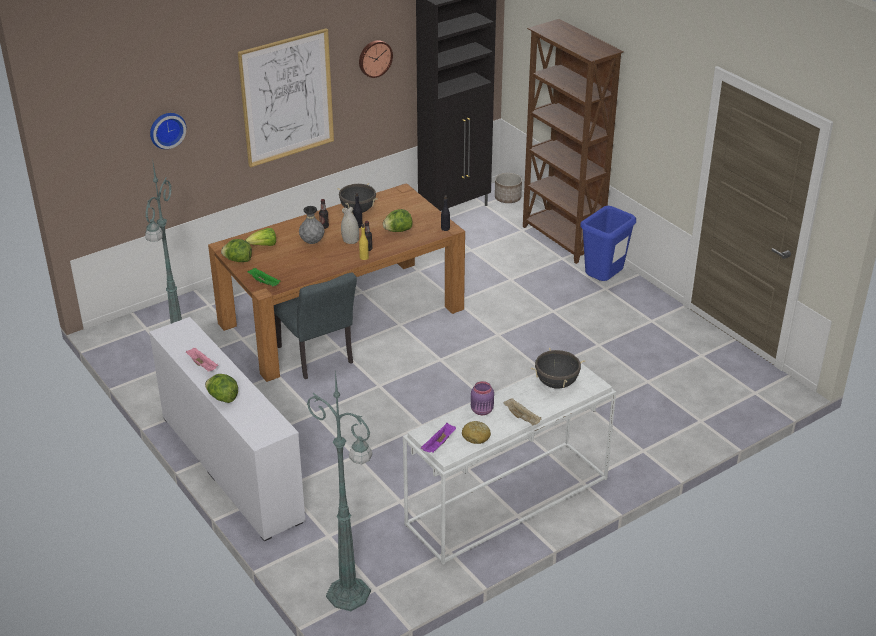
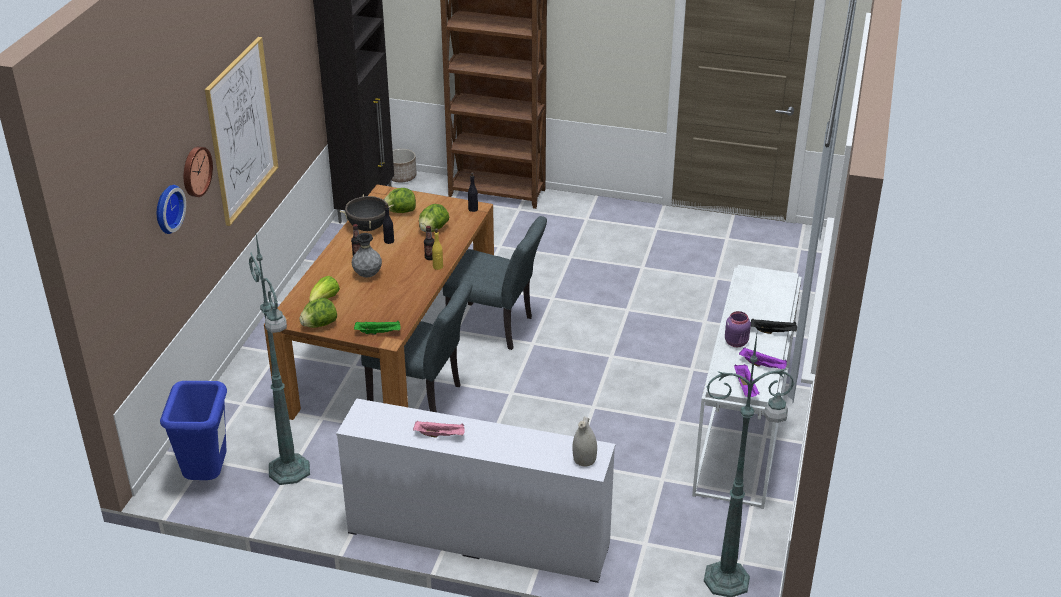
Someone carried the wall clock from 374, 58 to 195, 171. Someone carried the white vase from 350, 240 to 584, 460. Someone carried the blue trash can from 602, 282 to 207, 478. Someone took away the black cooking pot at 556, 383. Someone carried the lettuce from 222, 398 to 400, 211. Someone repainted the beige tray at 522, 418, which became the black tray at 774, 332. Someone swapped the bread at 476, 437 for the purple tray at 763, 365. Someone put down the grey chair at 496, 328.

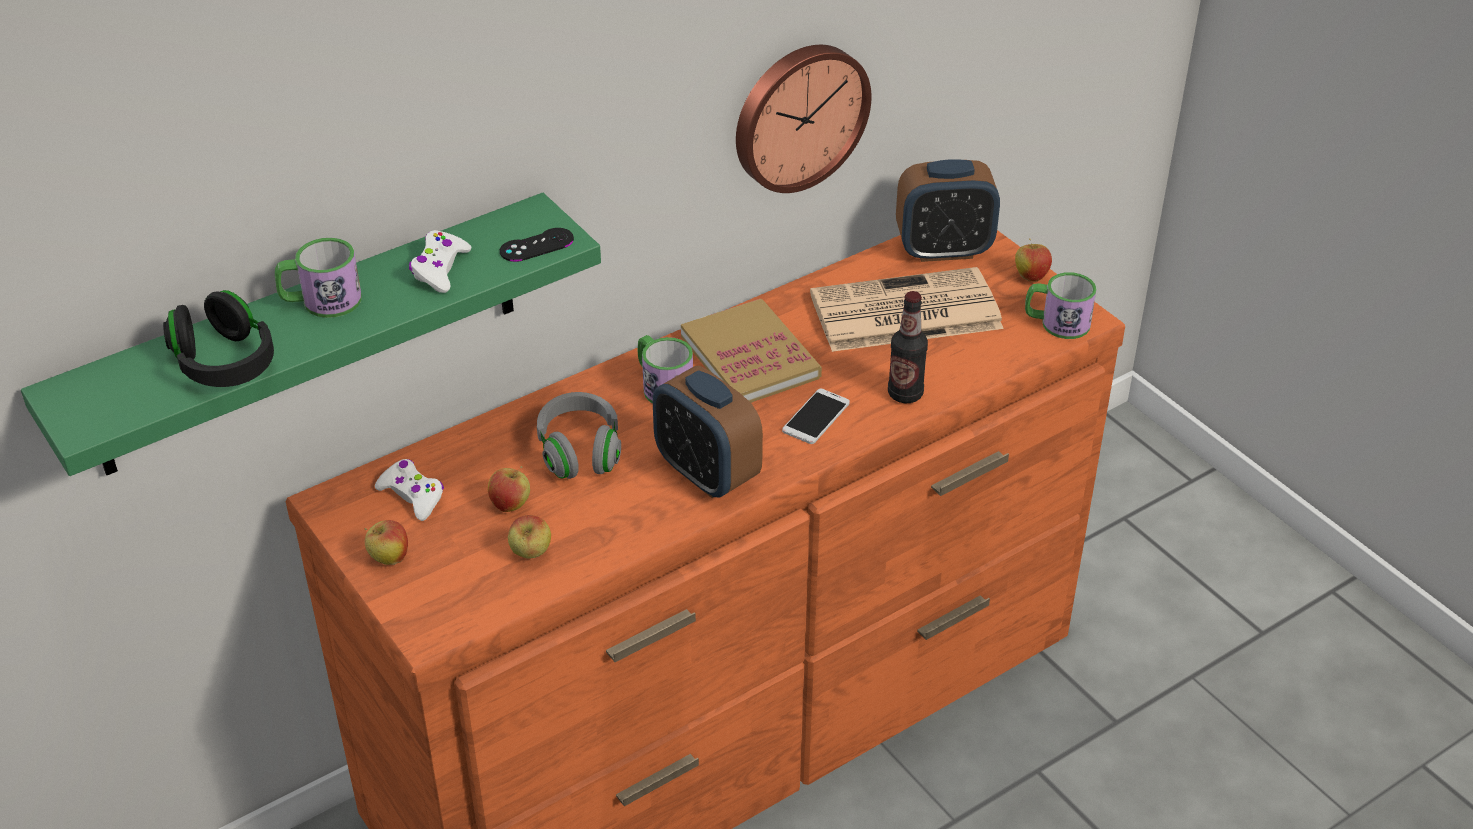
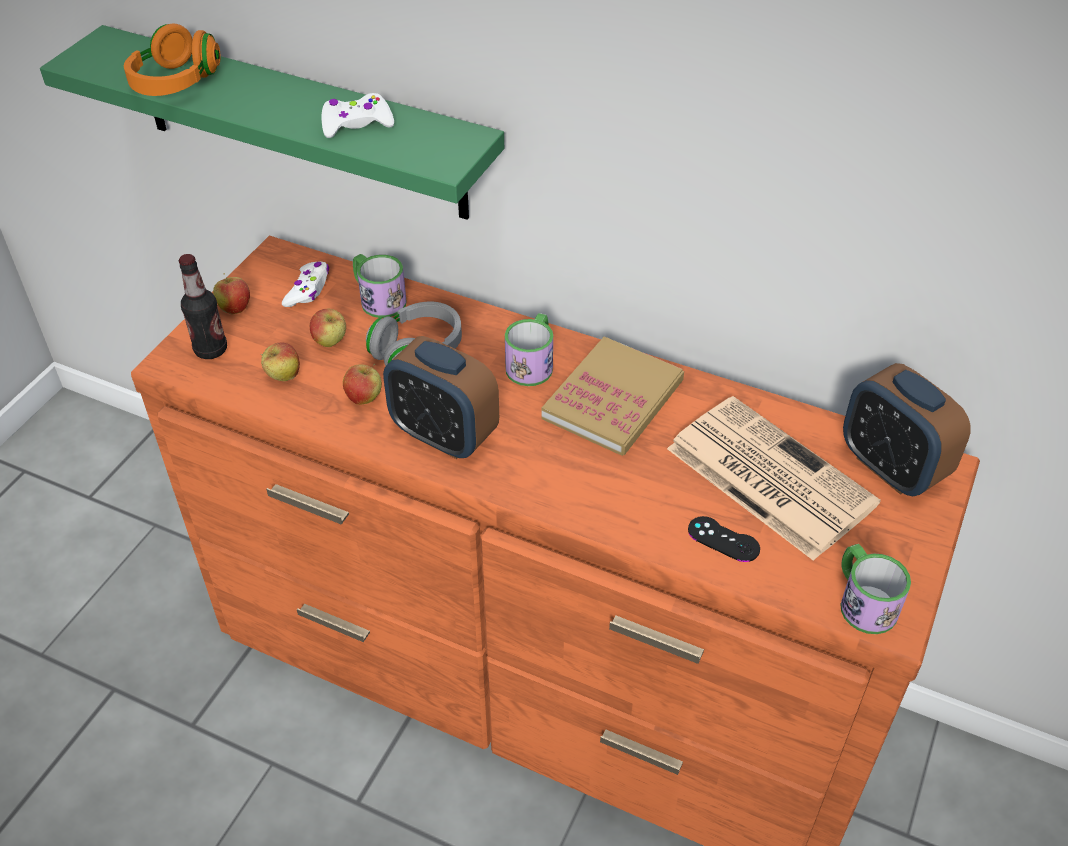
Someone took away the wall clock at 798, 115. Someone carried the black game controller from 536, 245 to 723, 539. Someone carried the mug from 321, 301 to 378, 299. Someone carried the apple from 1031, 276 to 364, 398. Someone repainted the black headphones at 224, 363, which became the orange headphones at 175, 83. Someone carried the bottle from 905, 394 to 211, 350. Someone rotated the alarm clock at 707, 473 by 75 degrees counterclockwise. Someone took away the phone at 816, 417.

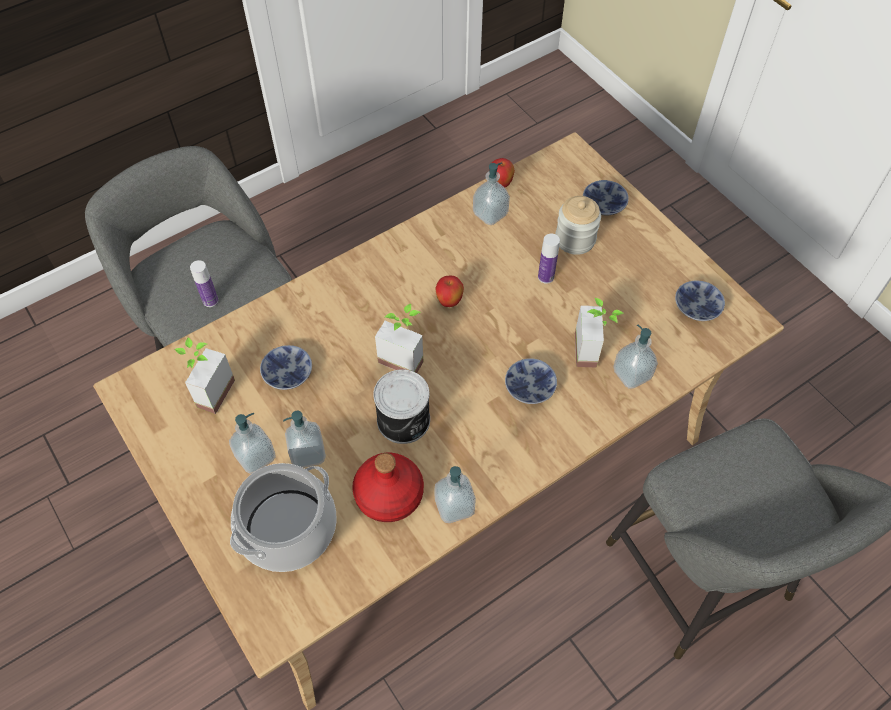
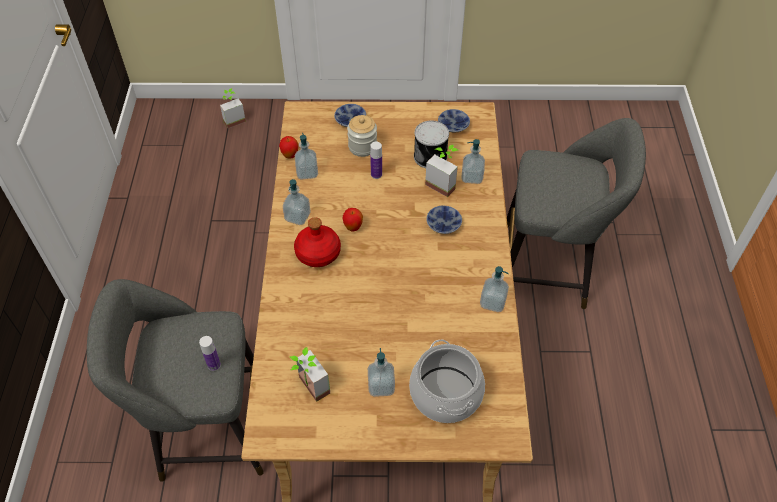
Someone carried the potted plant from 404, 355 to 233, 119. Someone took away the bowl at 286, 374. Someone carried the can from 404, 421 to 431, 156. Someone carried the soap dispenser from 307, 453 to 297, 217. Someone carried the red bottle from 389, 493 to 317, 253.

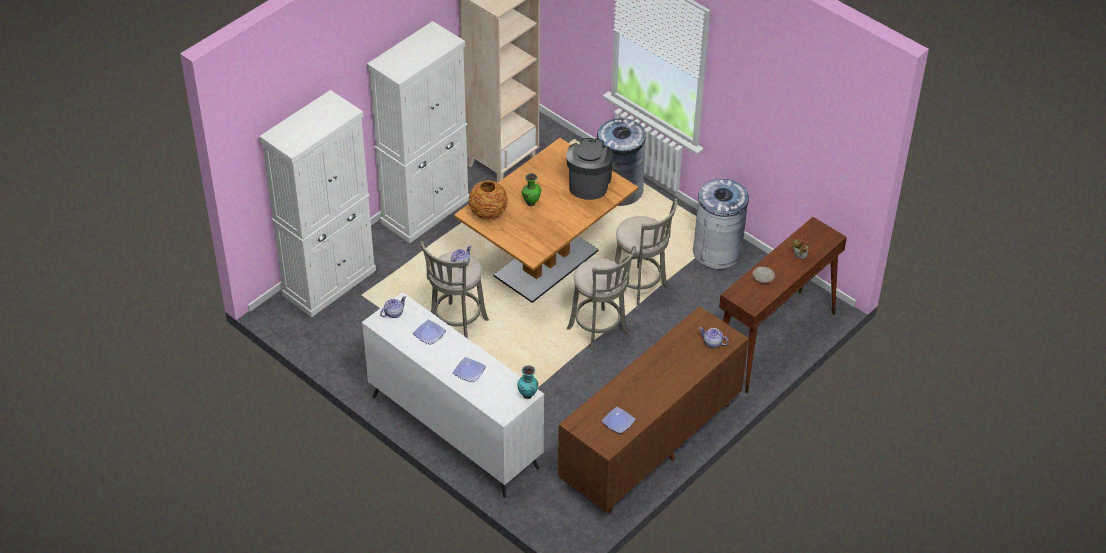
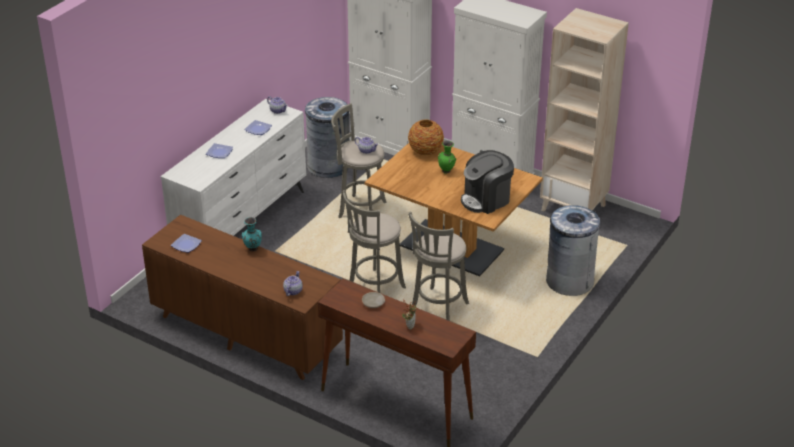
Someone rotated the coffee machine at 588, 183 by 150 degrees clockwise. Someone carried the grey trash can from 717, 252 to 328, 166. Someone carried the turquoise vase from 528, 396 to 252, 249.

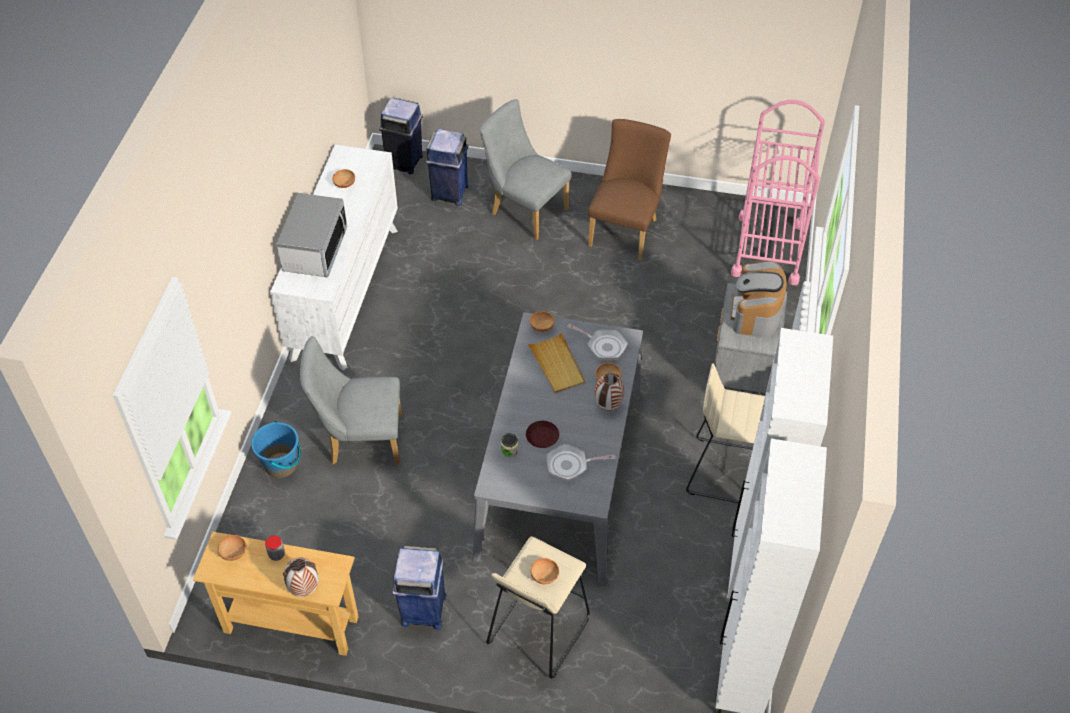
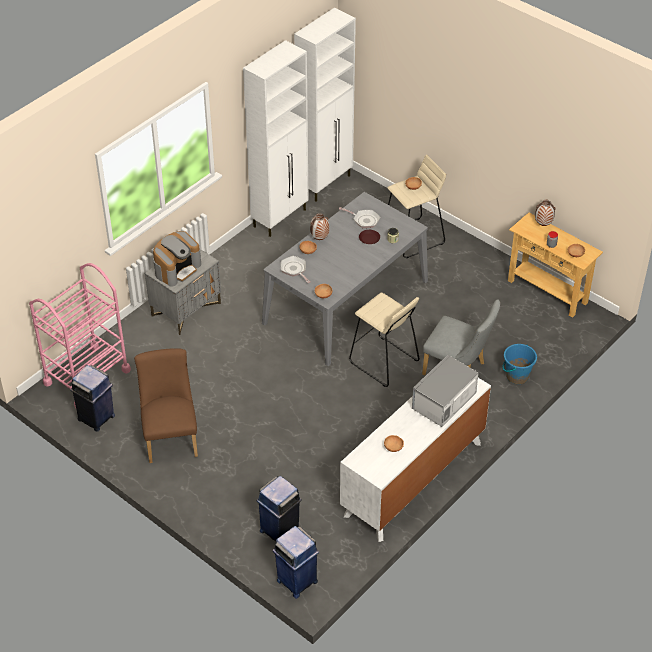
Someone took away the grey chair at 524, 210. Someone rotated the brown chair at 625, 229 by 120 degrees clockwise. Someone took away the beige tray at 557, 365. Someone carried the beige stool from 726, 471 to 384, 362. Someone carried the blue trash can from 423, 610 to 96, 418.

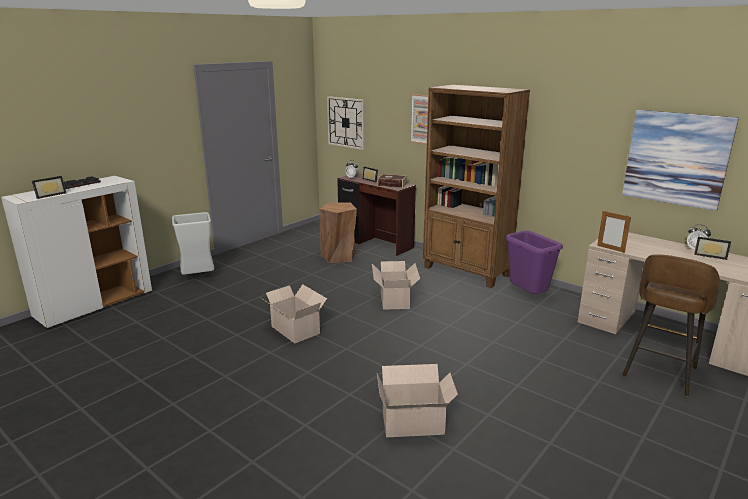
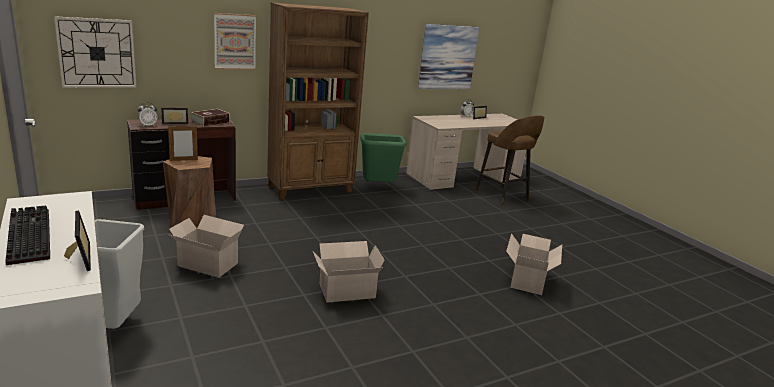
Someone carried the picture frame from 610, 249 to 183, 160. Someone repainted the purple trash can at 527, 296, which became the green trash can at 378, 187. Someone carried the cardboard box from 394, 299 to 207, 264.

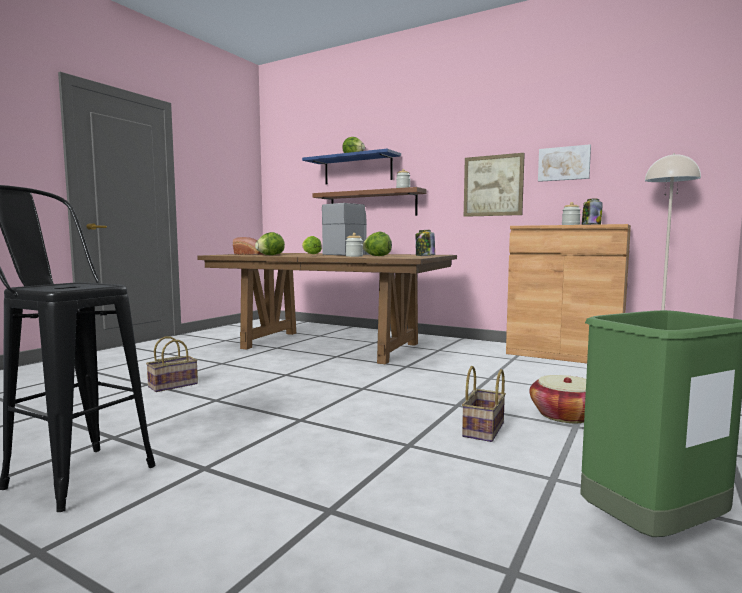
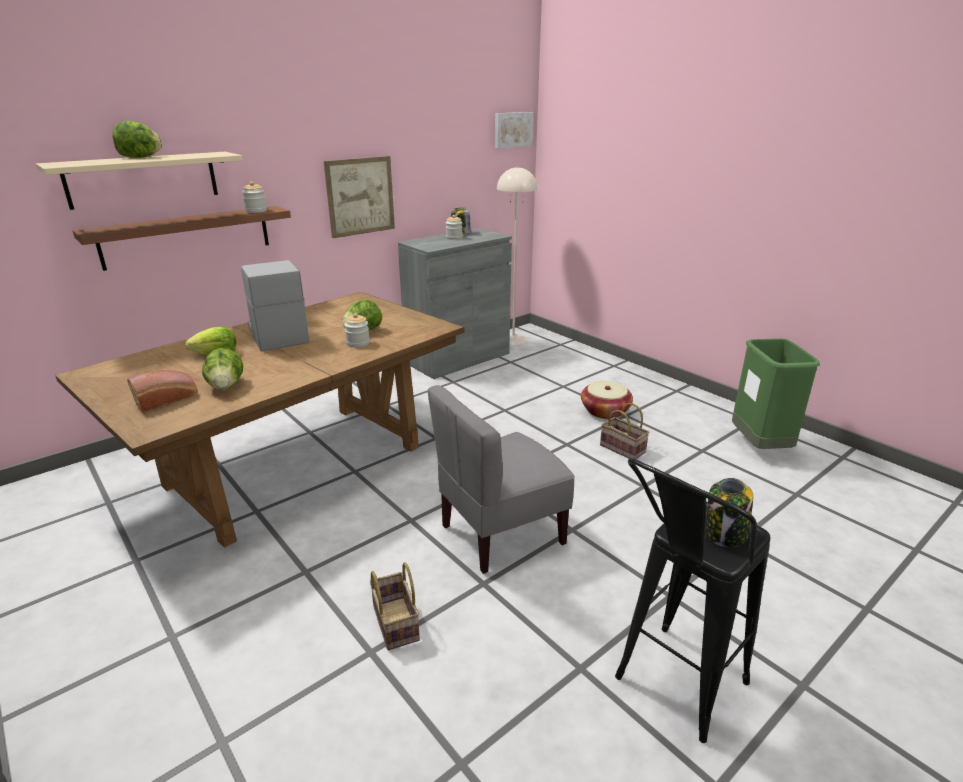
Someone carried the picture from 564, 163 to 512, 129. Someone repainted the blue shelf at 357, 169, which became the beige shelf at 143, 179. Someone repainted the brown cabinet at 563, 354, which became the grey cabinet at 458, 358. Someone carried the jar from 424, 256 to 725, 534. Someone put down the grey chair at 501, 534.

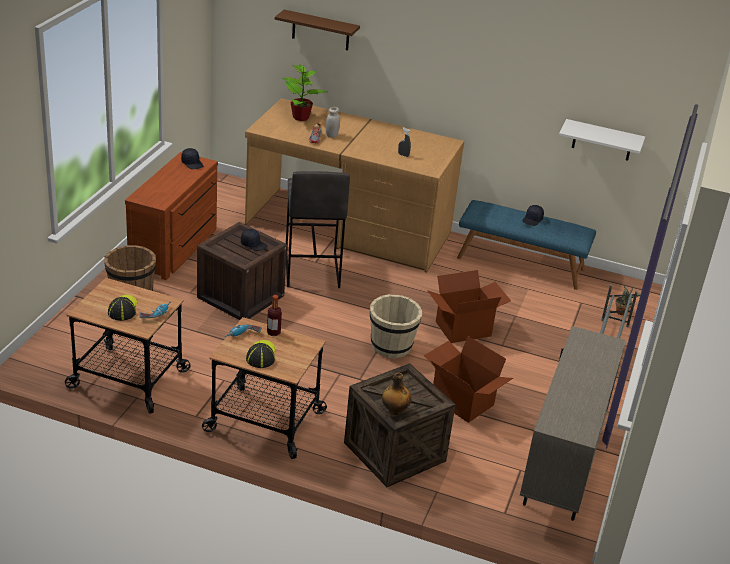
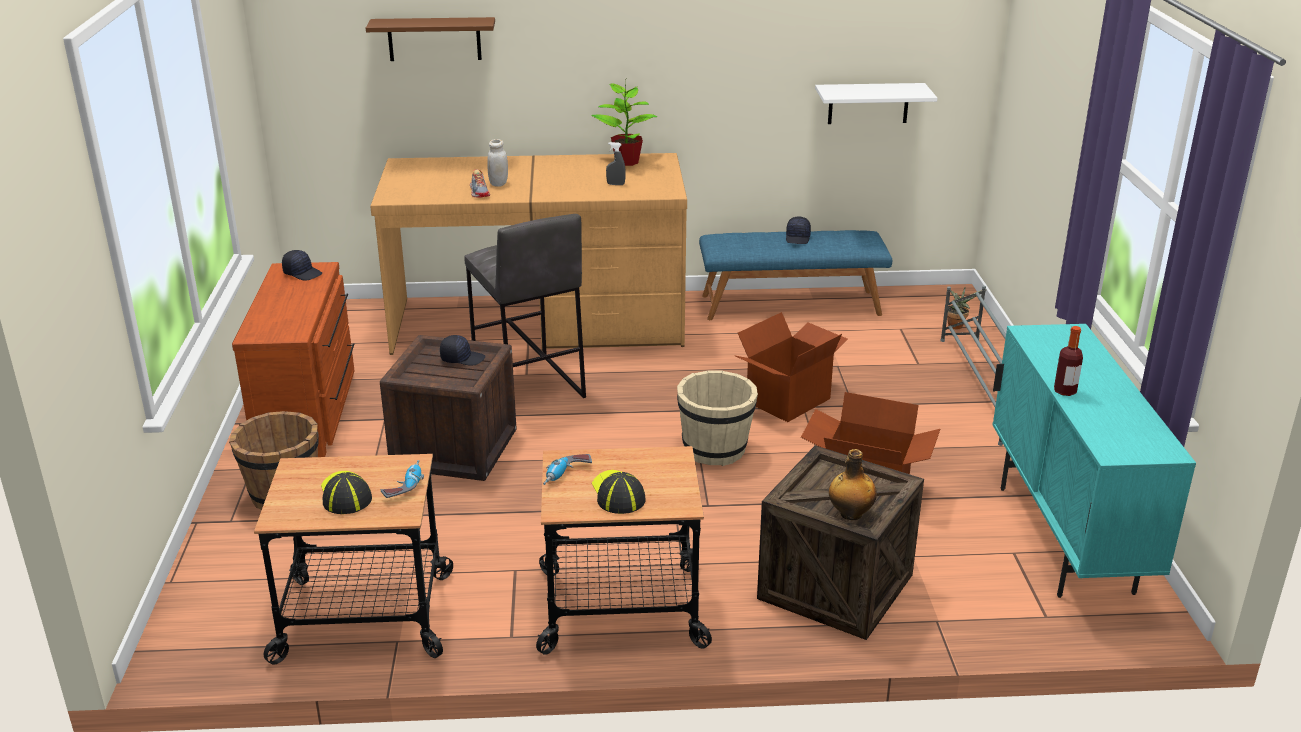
Someone carried the potted plant from 301, 117 to 627, 162. Someone carried the bottle from 273, 332 to 1065, 391. Someone repainted the beige cabinet at 560, 473, which became the turquoise cabinet at 1064, 539.

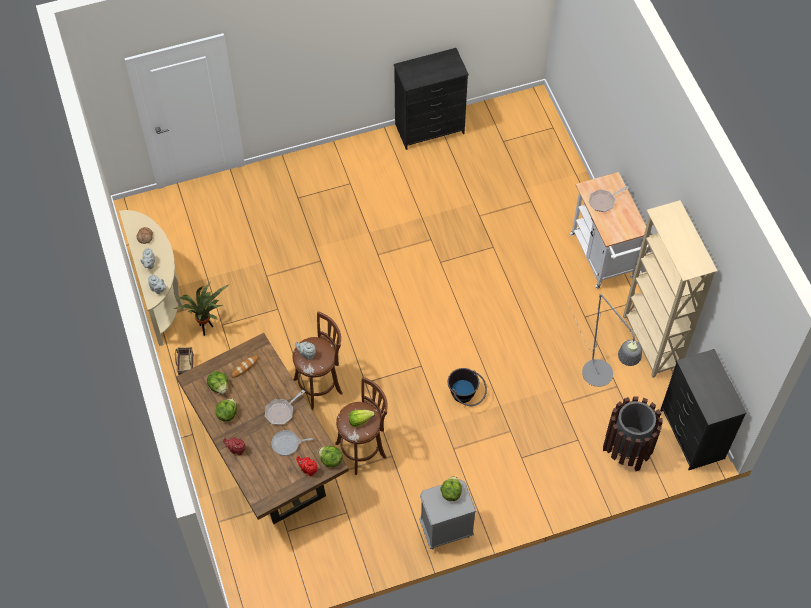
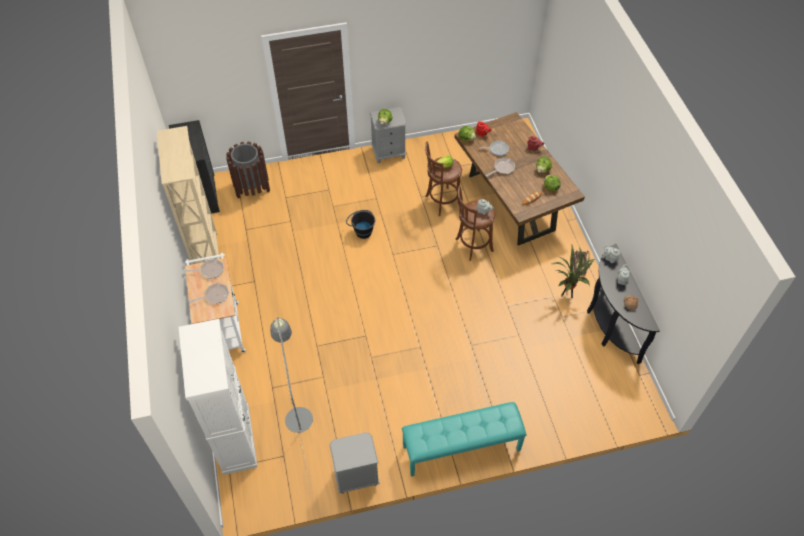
Someone swapped the black dresser at 429, 129 for the grey nightstand at 356, 477. Someone repainted the beige console table at 161, 295, which became the black console table at 609, 324. Someone carried the grey floor lamp from 601, 380 to 297, 413. Someone put down the frying pan at 210, 271. Someone put down the white cabinet at 236, 439. Someone put down the turquoise bench at 461, 448.

